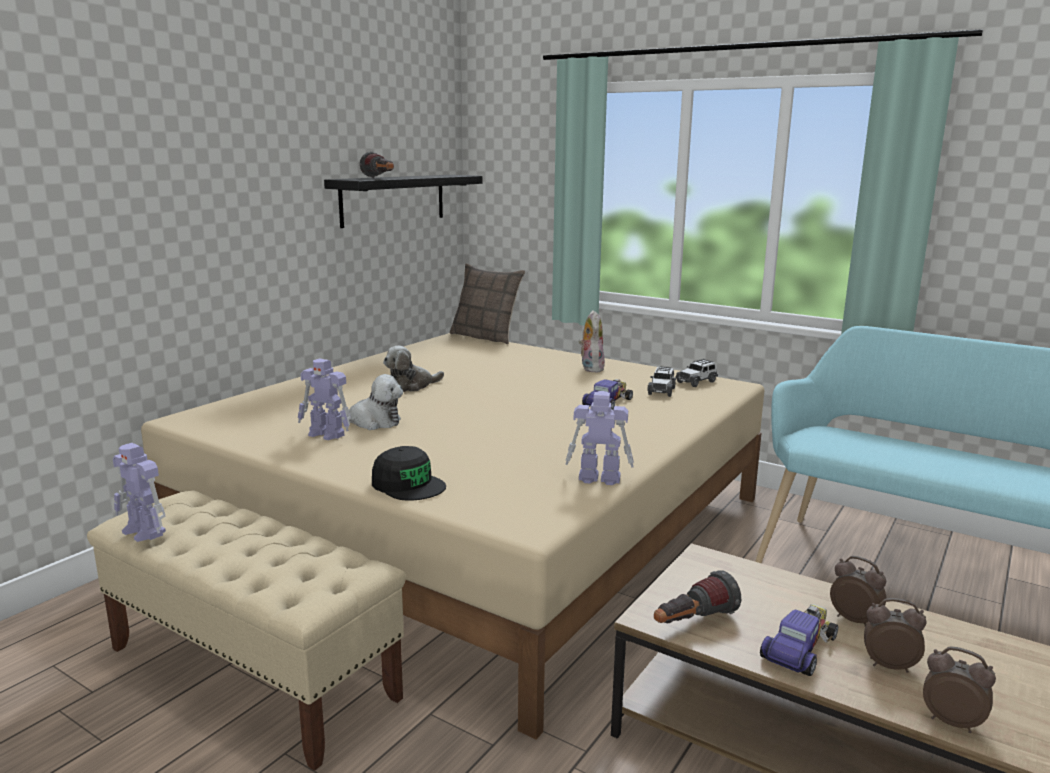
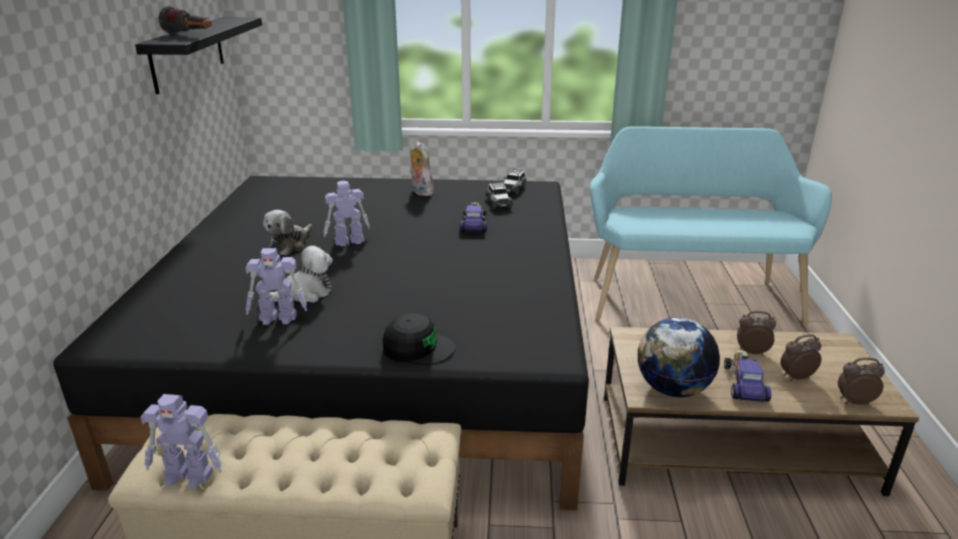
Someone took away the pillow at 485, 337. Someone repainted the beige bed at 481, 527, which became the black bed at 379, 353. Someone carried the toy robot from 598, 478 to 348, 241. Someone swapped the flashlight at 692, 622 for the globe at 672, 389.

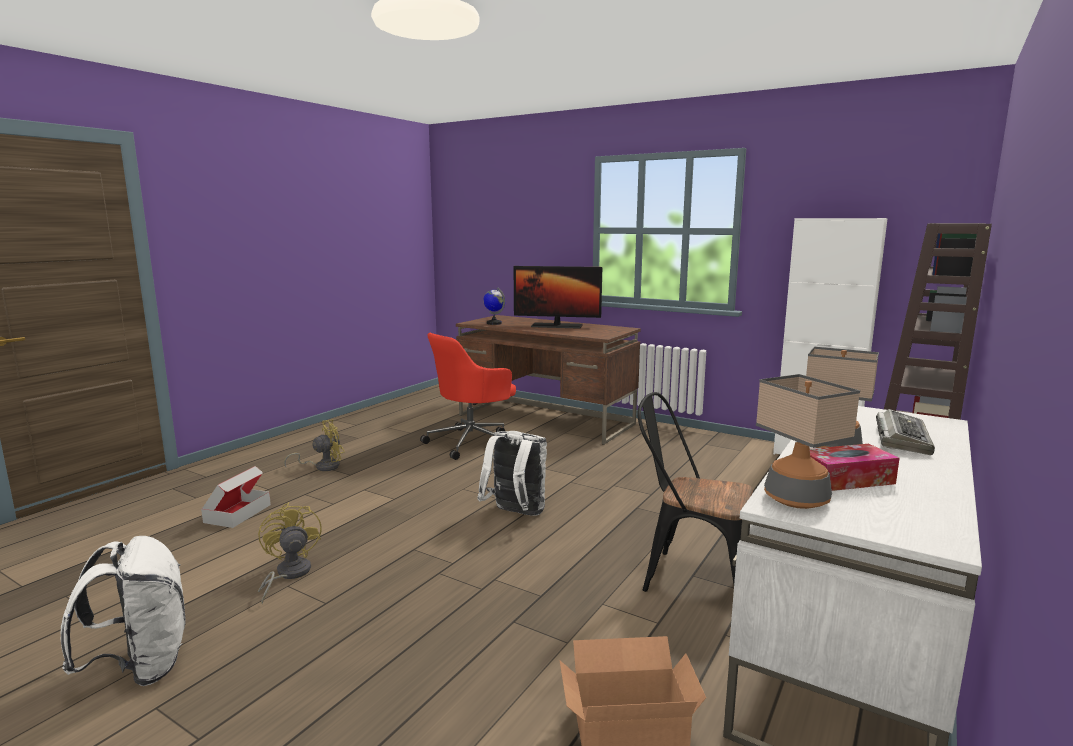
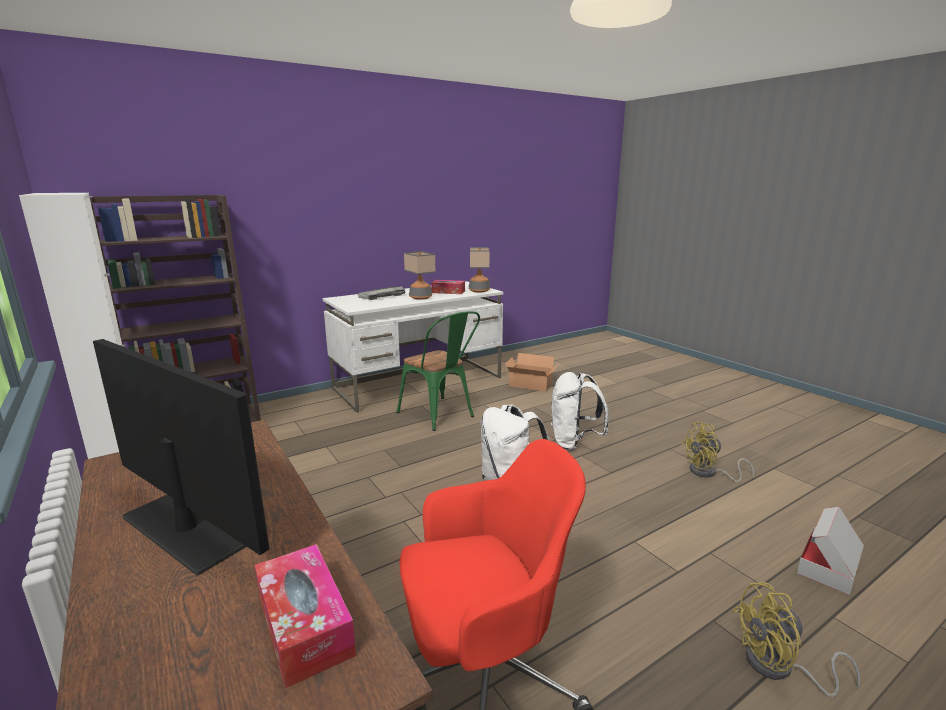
Someone swapped the globe at 494, 323 for the tissue box at 304, 624. Someone repainted the black chair at 690, 578, which became the green chair at 440, 416. Someone rotated the yellow fan at 288, 575 by 75 degrees clockwise. Someone carried the white backpack from 141, 667 to 574, 443.

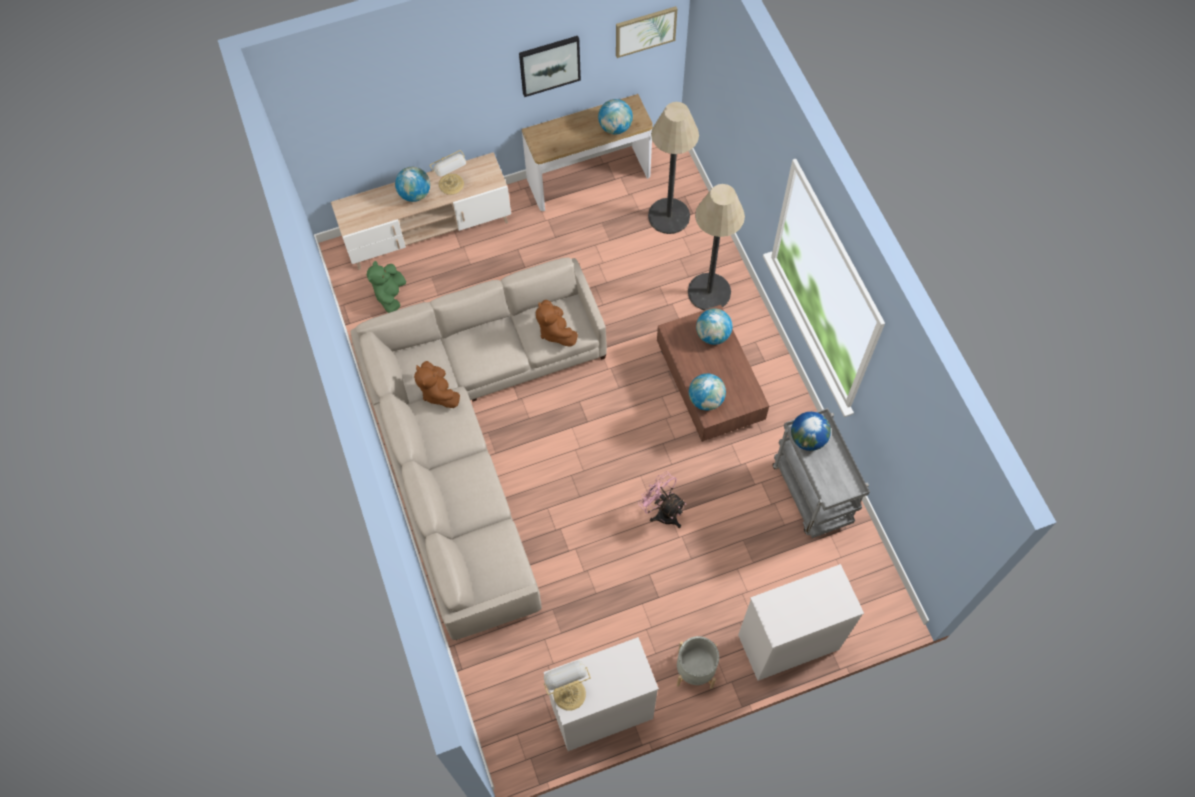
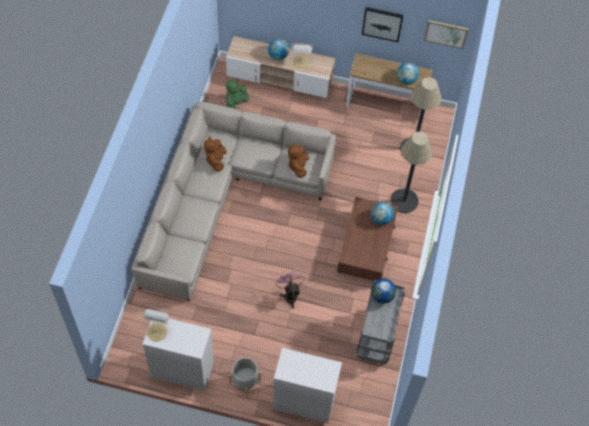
Someone took away the globe at 706, 400.

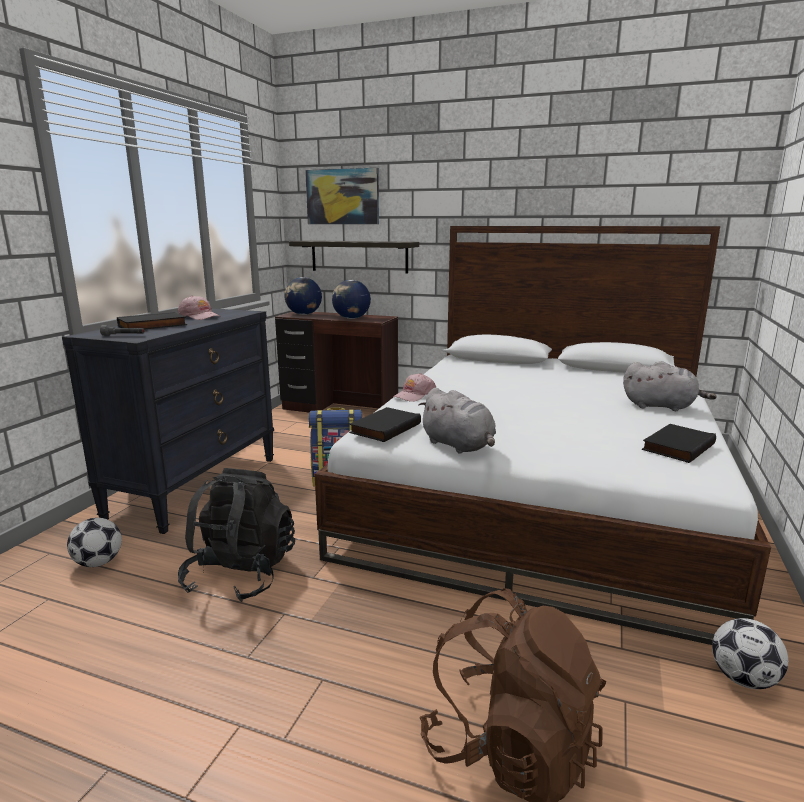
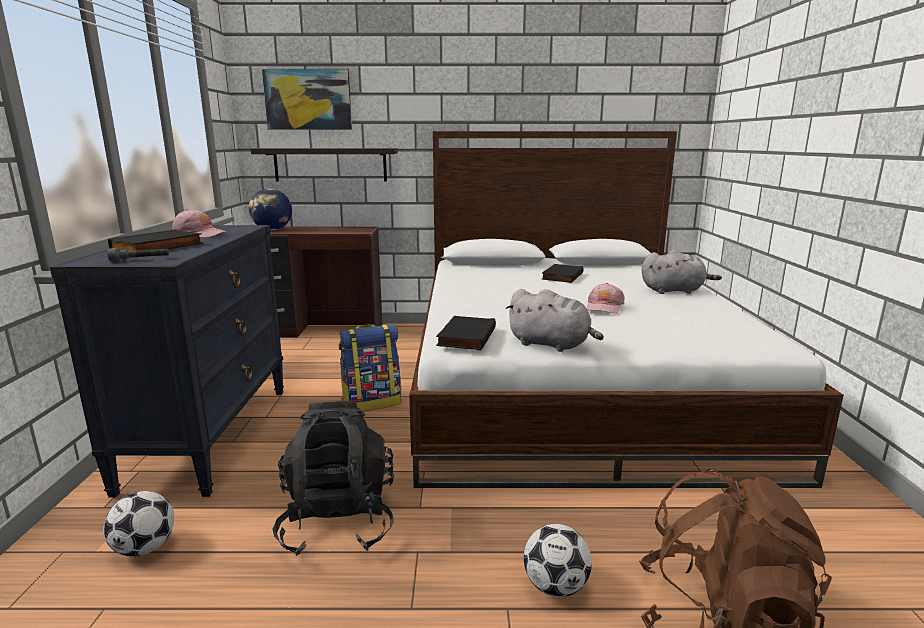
Someone took away the globe at 351, 318. Someone carried the pink cap from 414, 395 to 604, 306. Someone carried the black book from 676, 446 to 561, 276. Someone carried the football from 743, 679 to 555, 586.

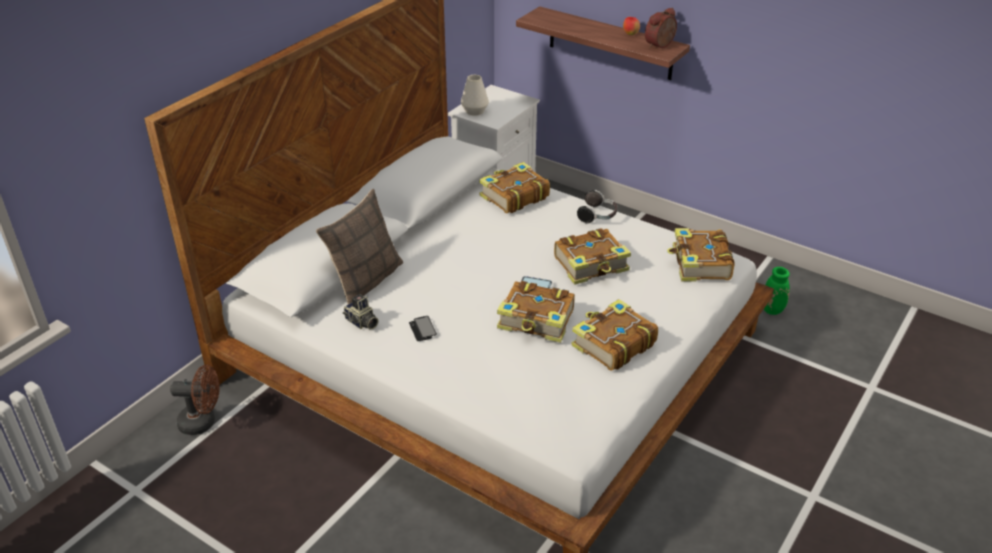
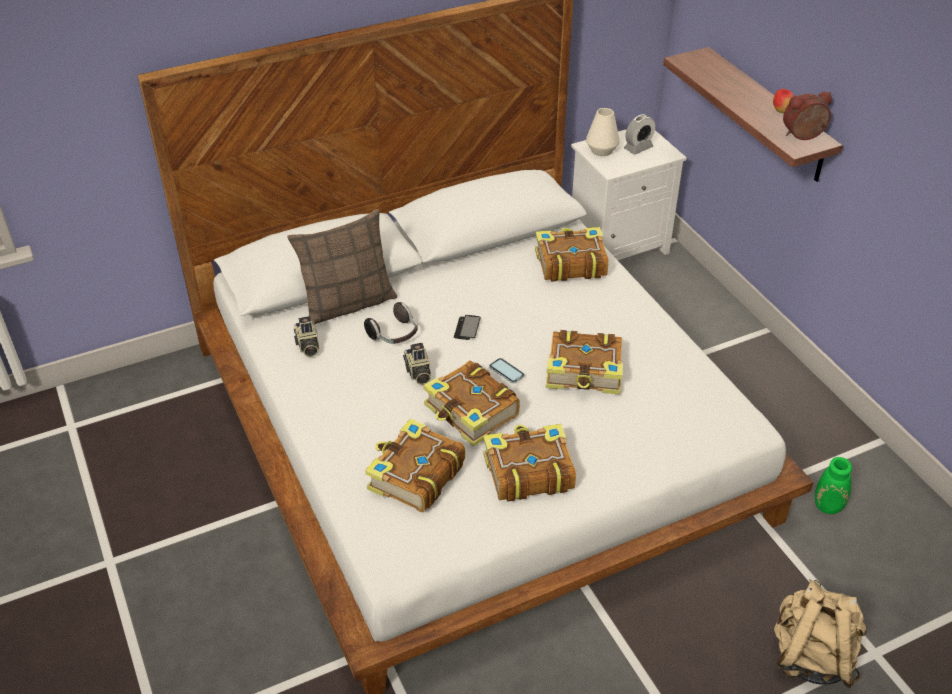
Someone carried the headphones from 598, 216 to 394, 335. Someone carried the book from 700, 264 to 415, 476. Someone carried the phone from 422, 329 to 467, 328. Someone took away the brown fan at 203, 422. Someone put down the alarm clock at 638, 148. Someone put down the photo camera at 418, 373. Someone put down the beige backpack at 811, 656.

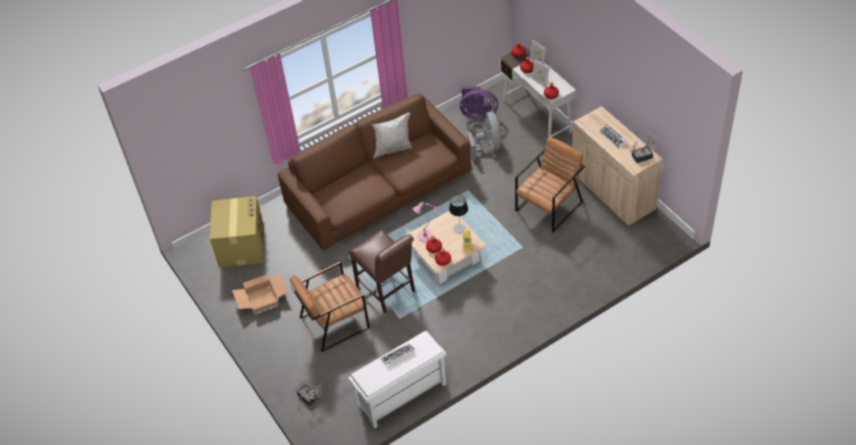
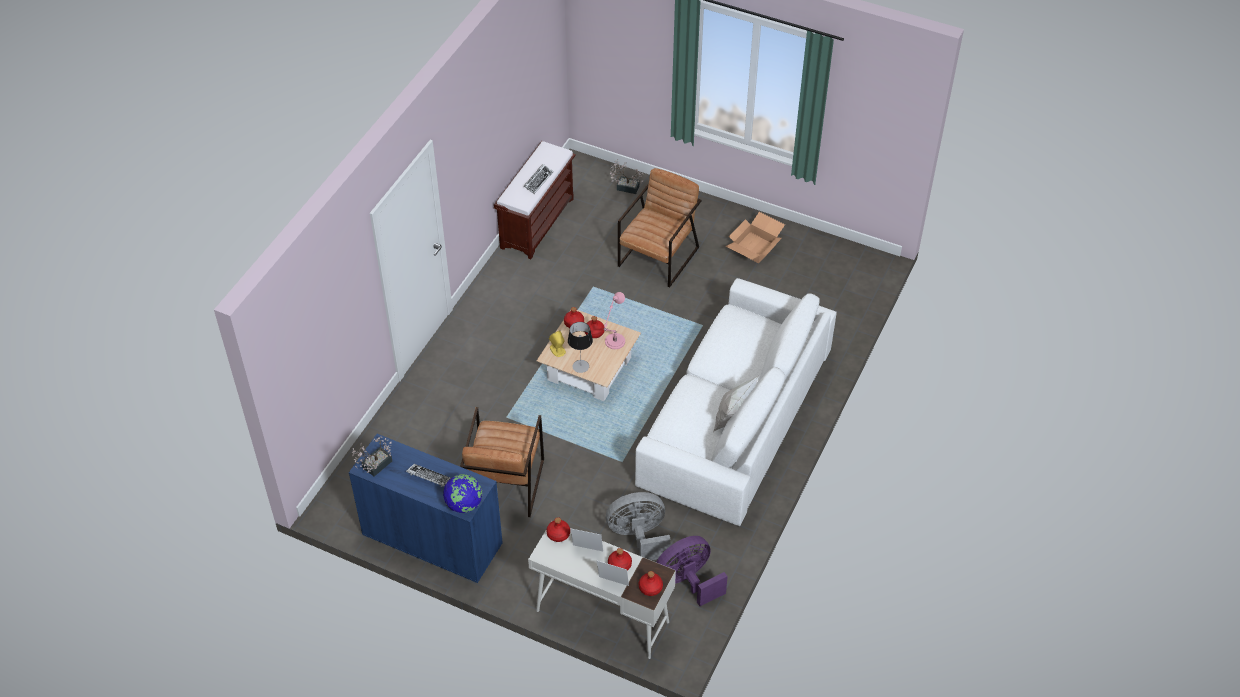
Someone repainted the brown sofa at 379, 189, which became the white sofa at 734, 417. Someone repainted the beige cabinet at 612, 191, which became the blue cabinet at 432, 539. Someone rotated the grey fan at 488, 146 by 120 degrees clockwise. Someone took away the cardboard box at 241, 245. Someone took away the brown chair at 387, 291. Someone repainted the white bench at 401, 396, which became the brown bench at 537, 222. Someone put down the globe at 464, 504.

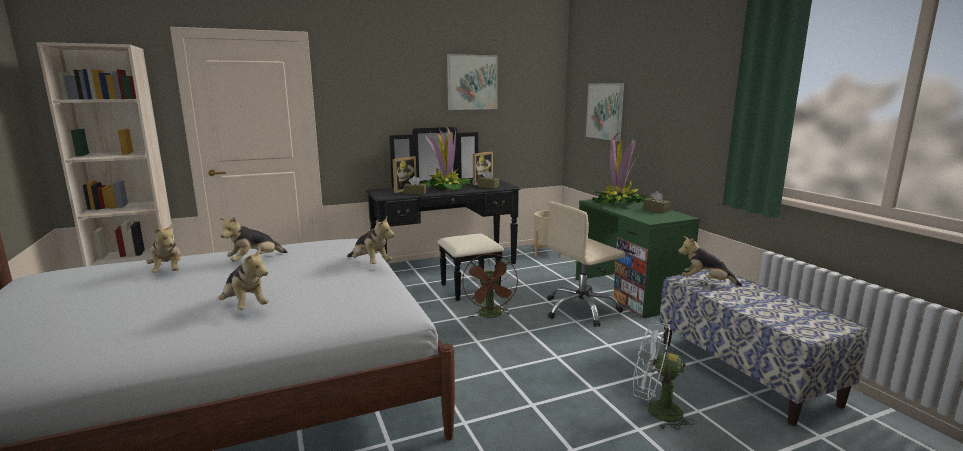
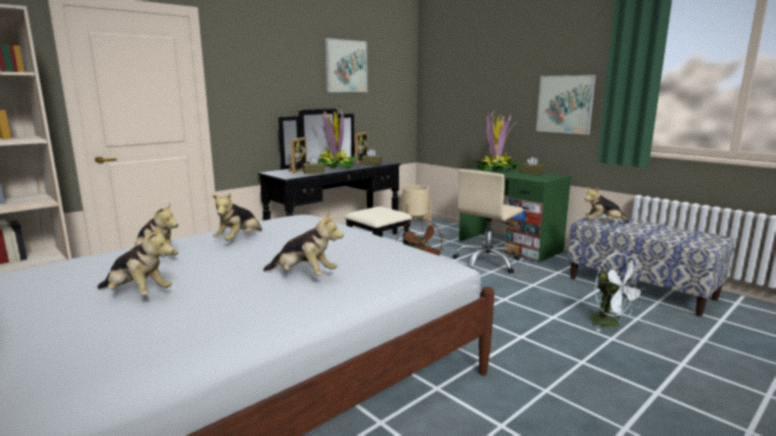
Someone carried the picture from 605, 111 to 565, 104. Someone carried the plush toy from 370, 263 to 137, 294. Someone rotated the white fan at 655, 411 by 120 degrees counterclockwise.

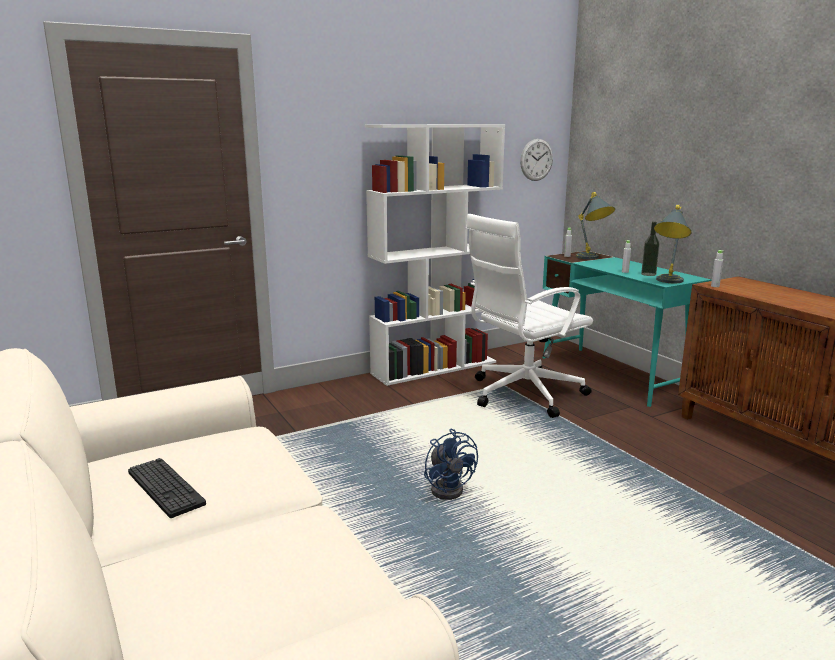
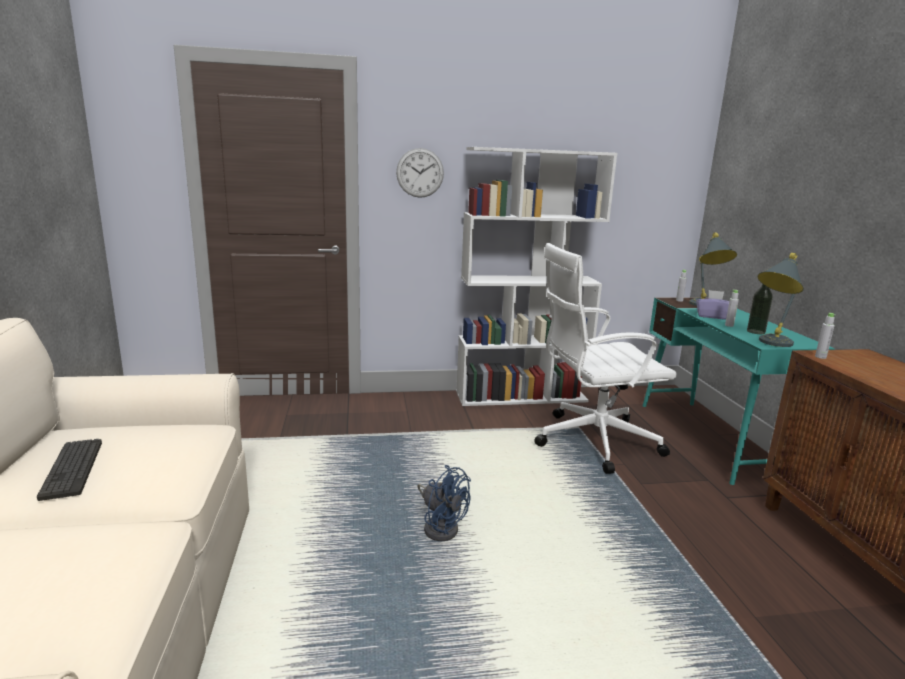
Someone carried the wall clock from 536, 160 to 420, 173. Someone rotated the blue fan at 449, 488 by 45 degrees counterclockwise. Someone put down the purple tissue box at 712, 316.

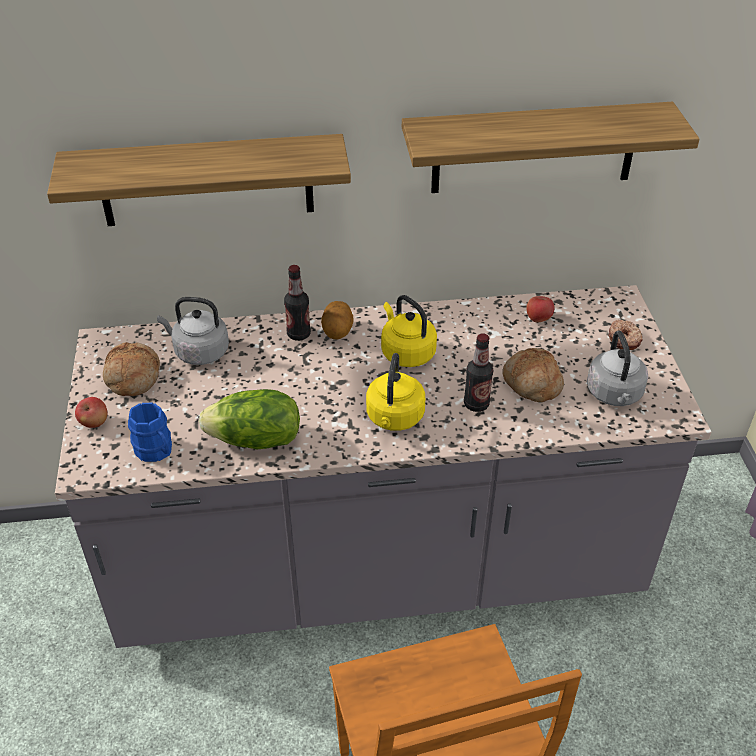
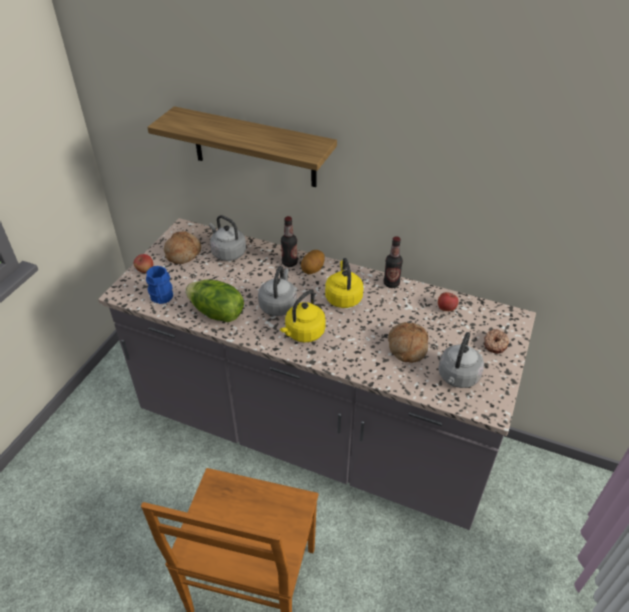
Someone took away the shelf at 534, 148. Someone carried the bottle from 476, 404 to 391, 283. Someone put down the grey kettle at 278, 305.

